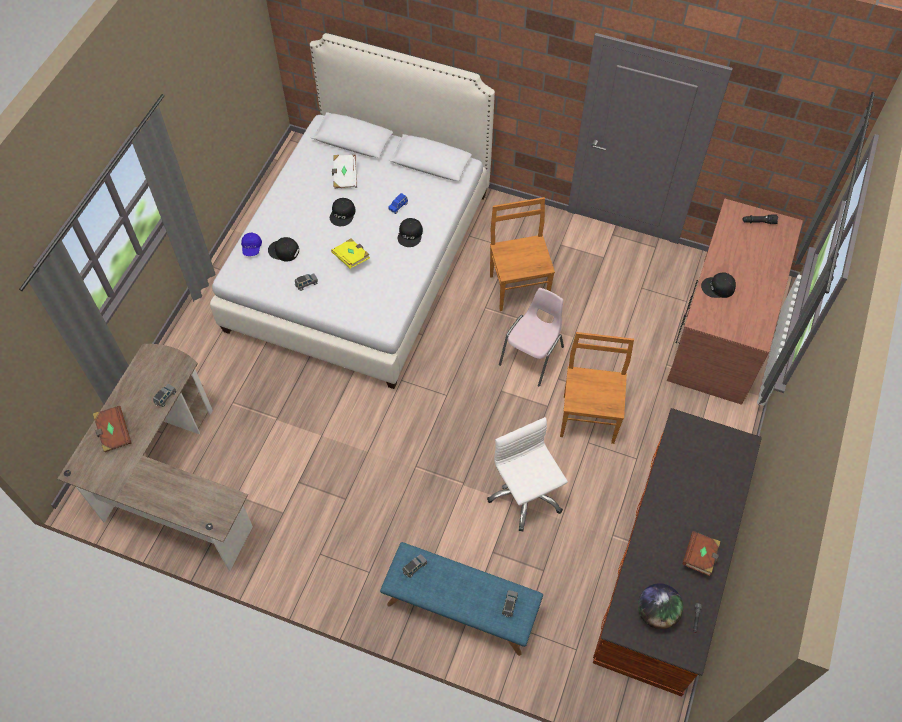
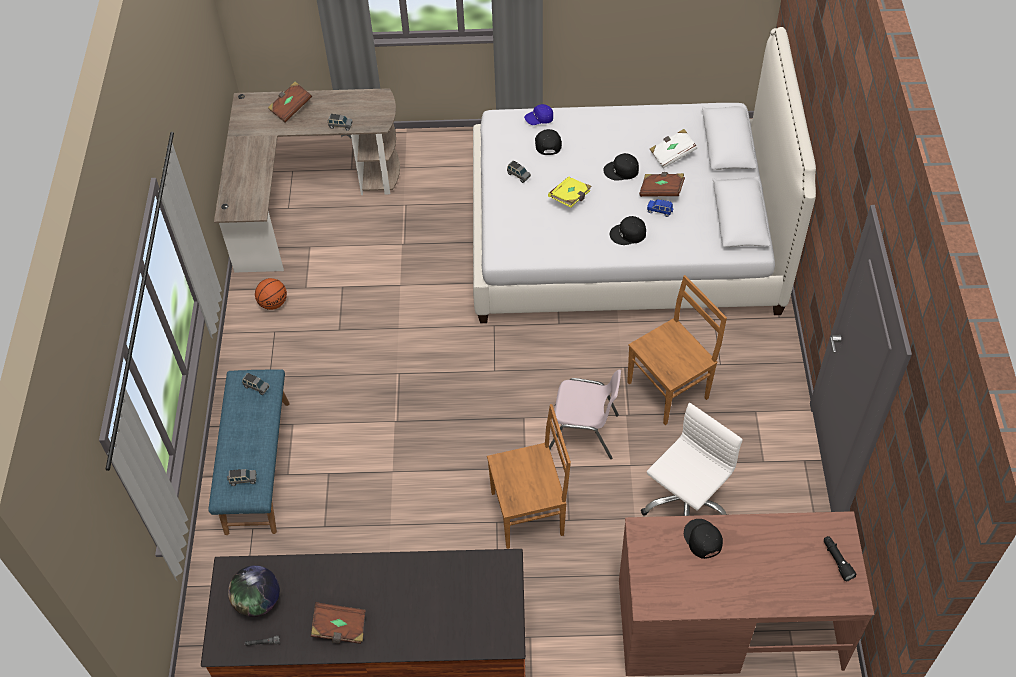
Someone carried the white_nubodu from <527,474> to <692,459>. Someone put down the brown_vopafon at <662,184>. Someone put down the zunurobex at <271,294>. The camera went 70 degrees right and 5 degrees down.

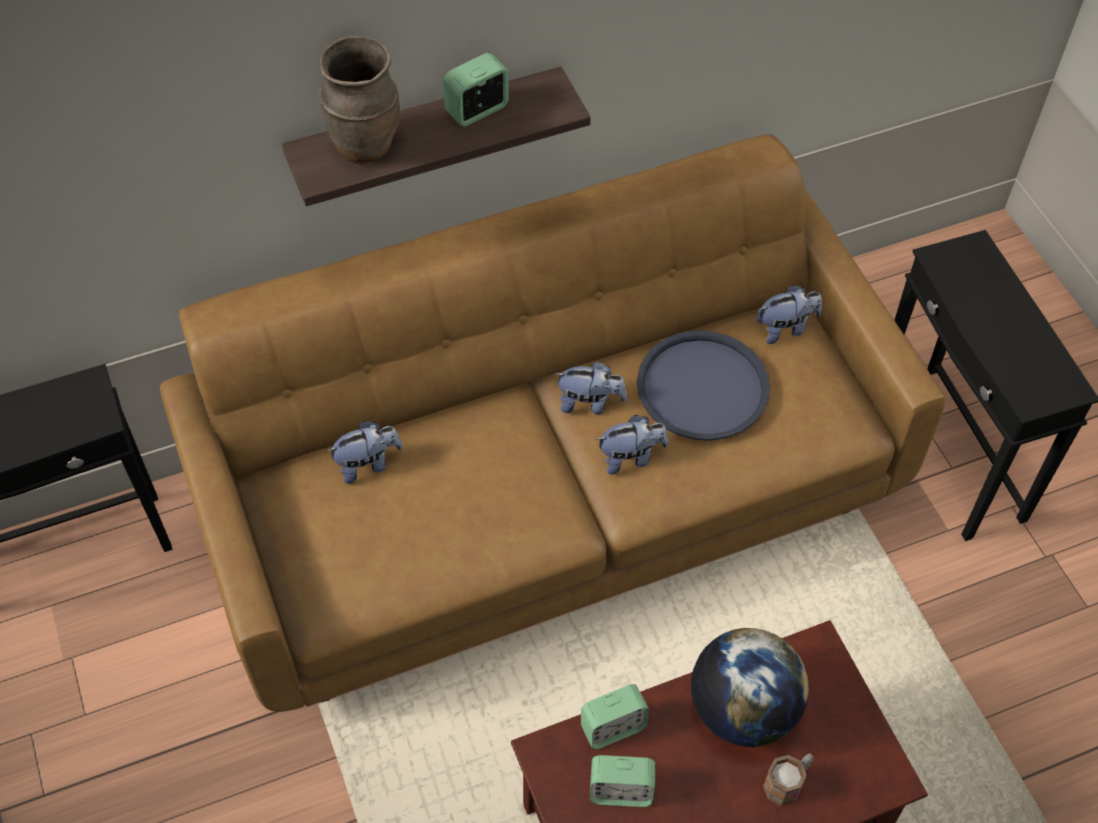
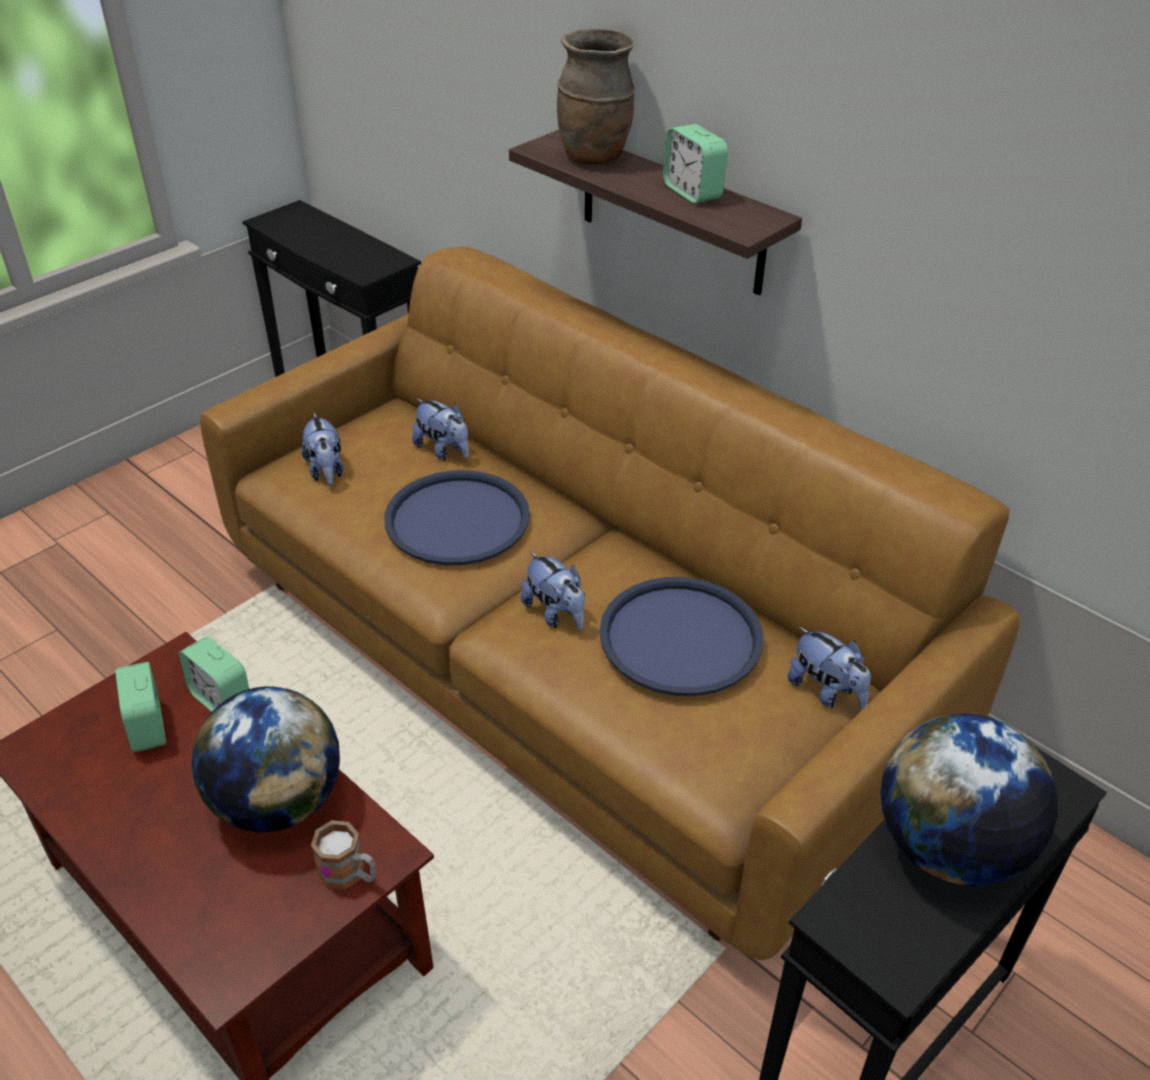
Someone rotated the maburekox at <476,89> by 150 degrees counterclockwise. Someone carried the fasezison from <591,387> to <322,449>. Someone carried the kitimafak from <788,779> to <343,855>. Someone put down the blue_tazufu at <457,517>. Someone put down the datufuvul at <969,800>. The camera went 65 degrees right and 15 degrees down.

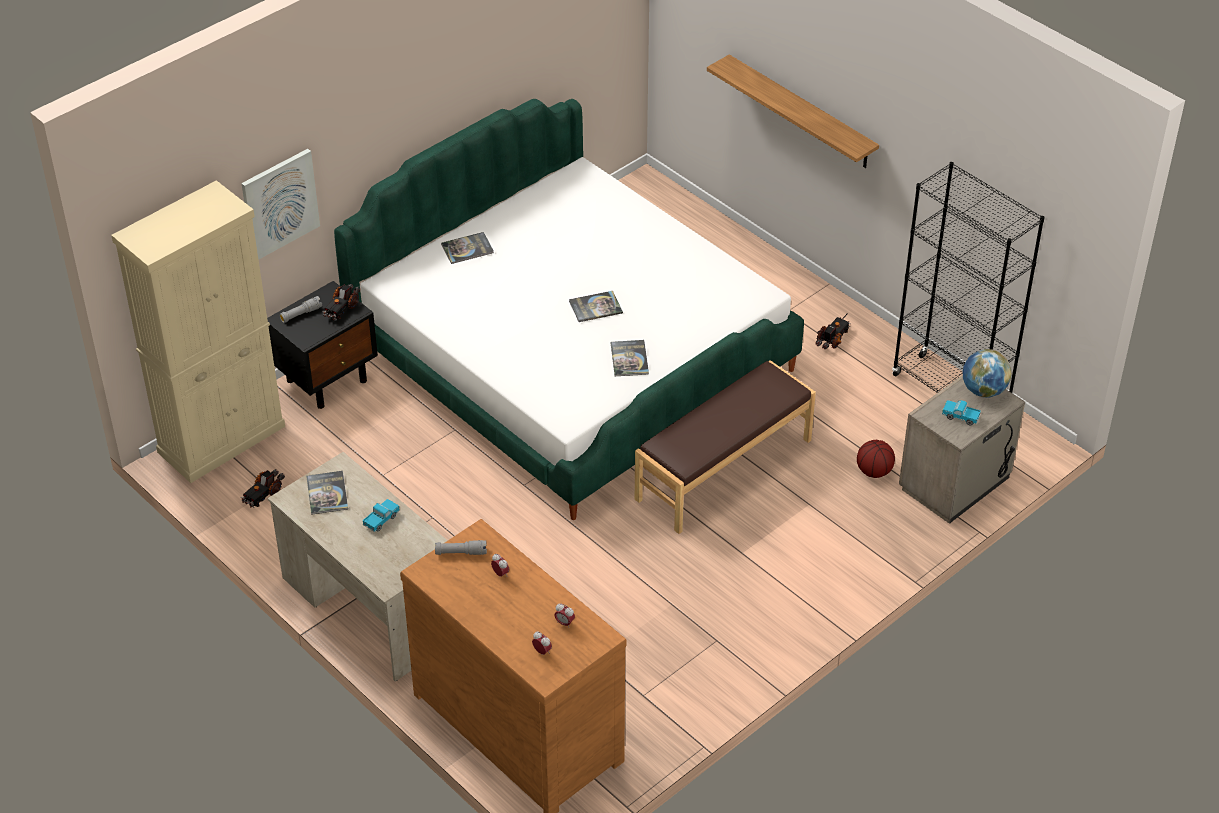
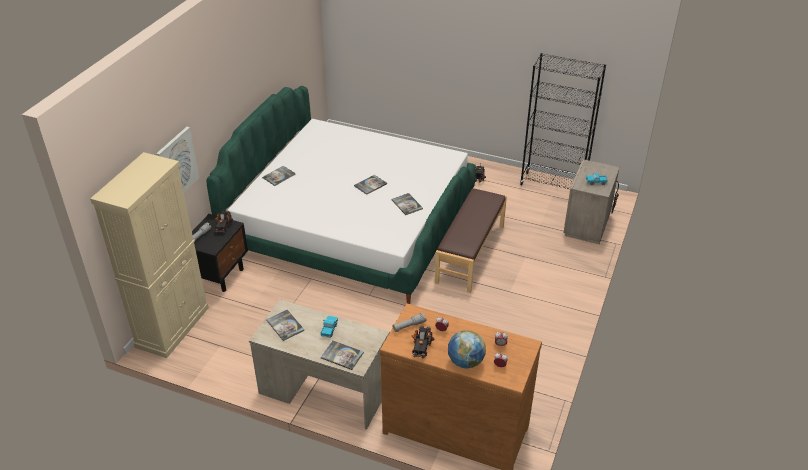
Someone took away the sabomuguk at <793,111>. Someone carried the datufuvul from <987,373> to <467,349>. Someone took away the zunurobex at <876,459>. Someone carried the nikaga from <263,488> to <423,342>. Someone put down the vopafon at <342,355>. The camera went 25 degrees left and 5 degrees down.

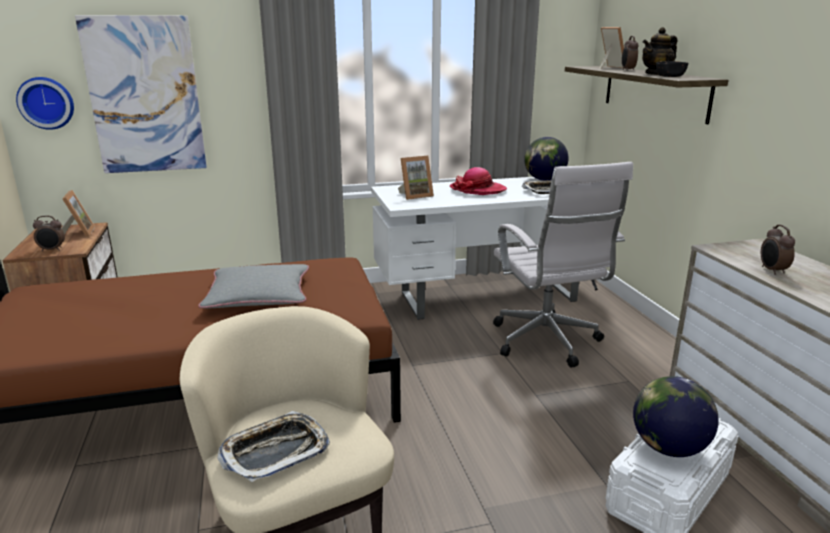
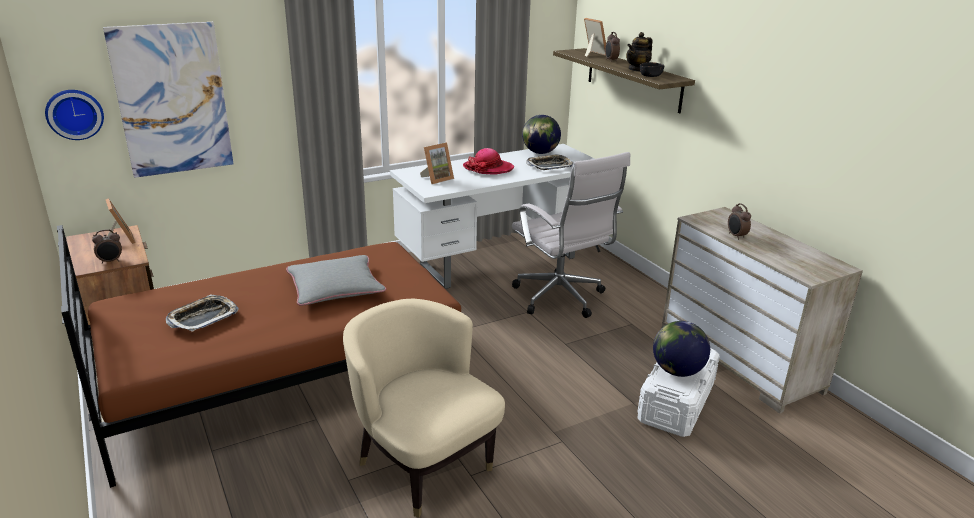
Someone carried the tazufu from <273,446> to <202,313>. The camera went 15 degrees left and 5 degrees up.

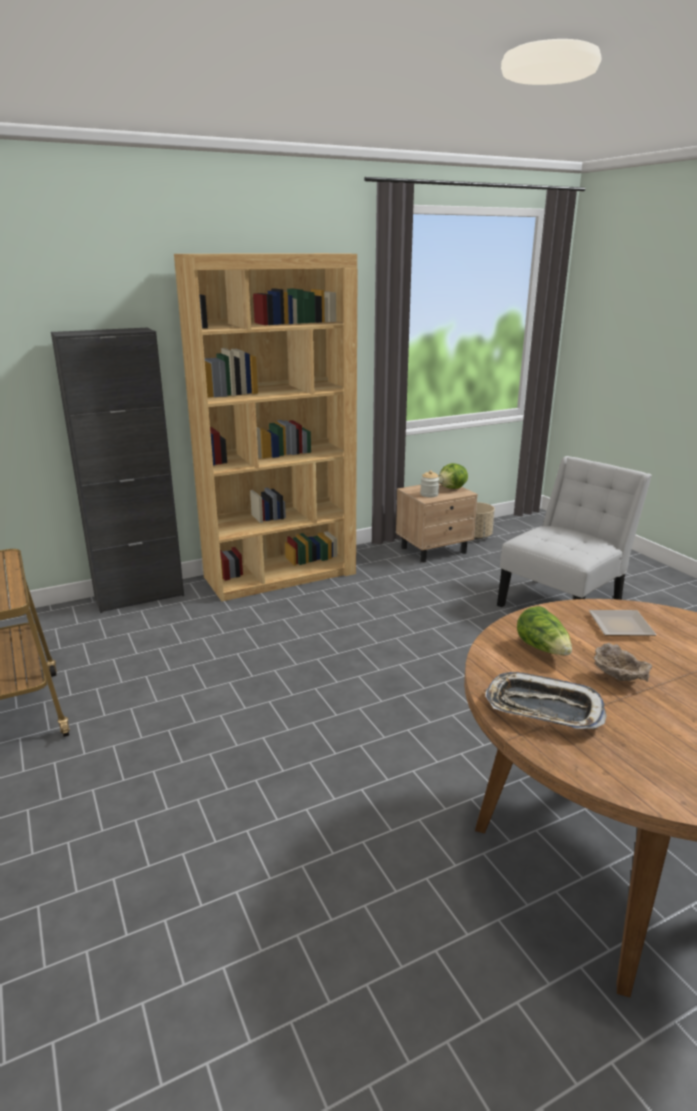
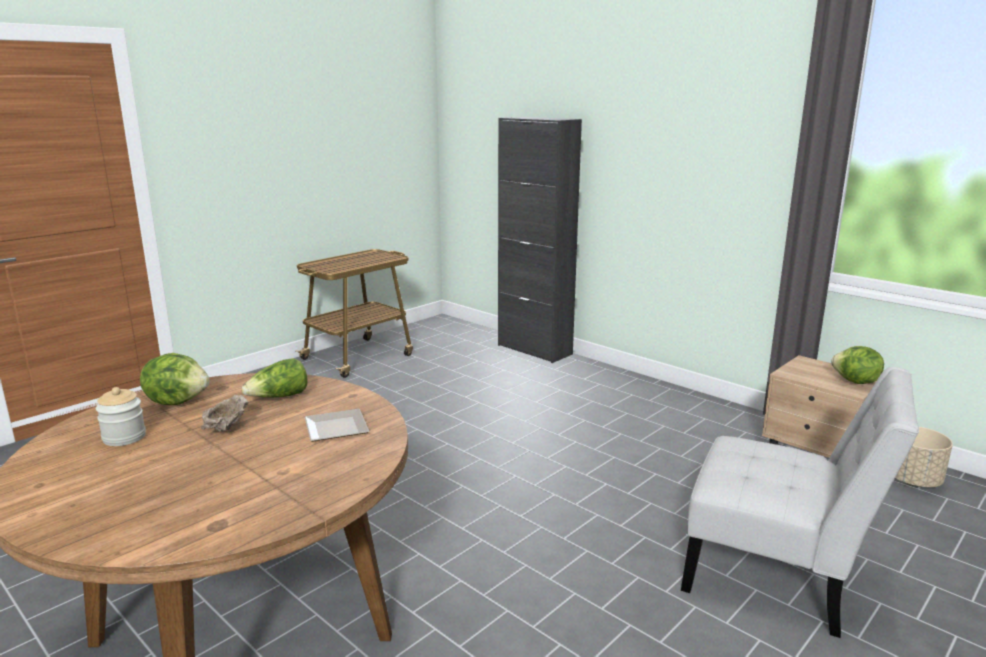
Someone took away the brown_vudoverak at <266,427>. Someone carried the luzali from <430,484> to <121,416>. Someone swapped the tazufu at <546,700> for the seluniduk at <174,379>. The camera went 70 degrees right and 5 degrees down.

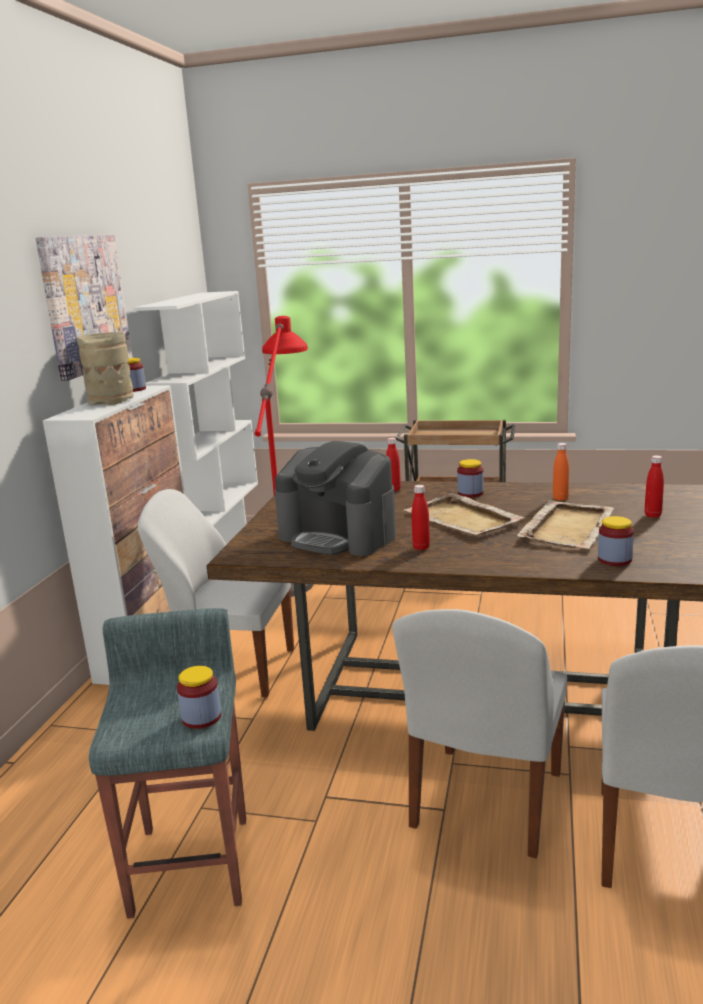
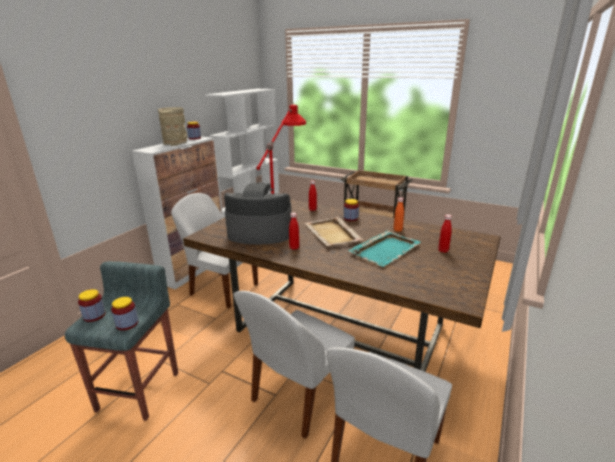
Someone took away the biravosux at <84,307>. Someone rotated the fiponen at <335,498> by 135 degrees clockwise. Someone repainted the beige_tazufu at <565,524>, which became the turquoise_tazufu at <384,249>. Someone carried the luzali from <616,541> to <92,305>. The camera went 15 degrees right and 5 degrees up.

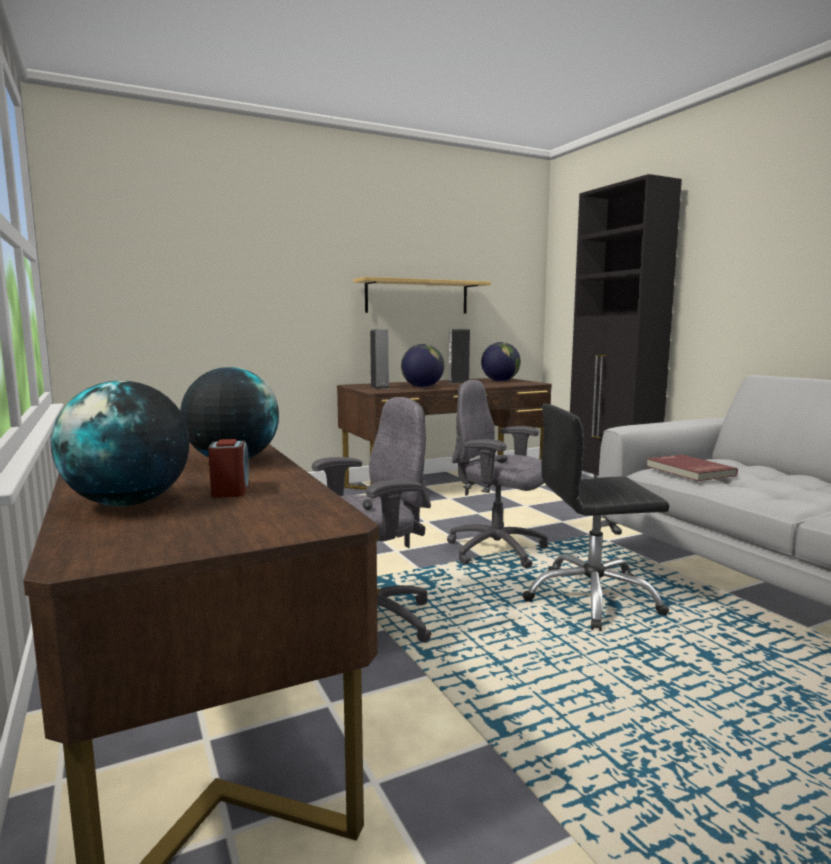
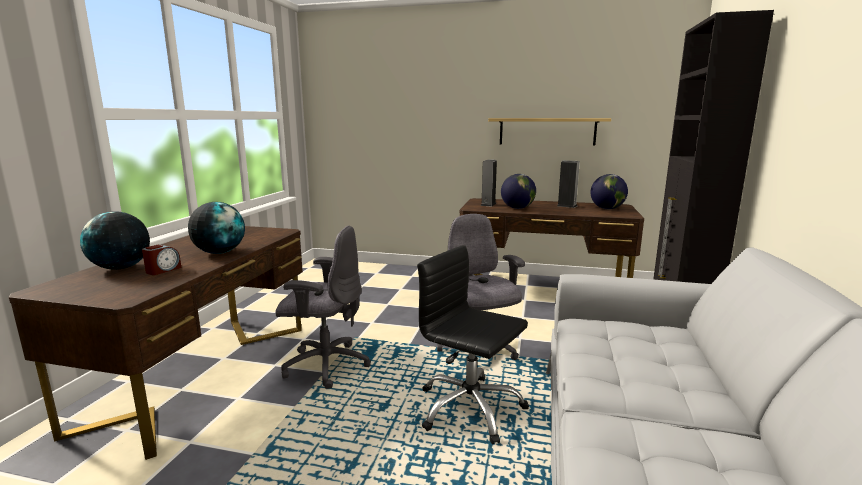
Someone took away the red_vopafon at <692,468>. The camera went 40 degrees right and 5 degrees up.

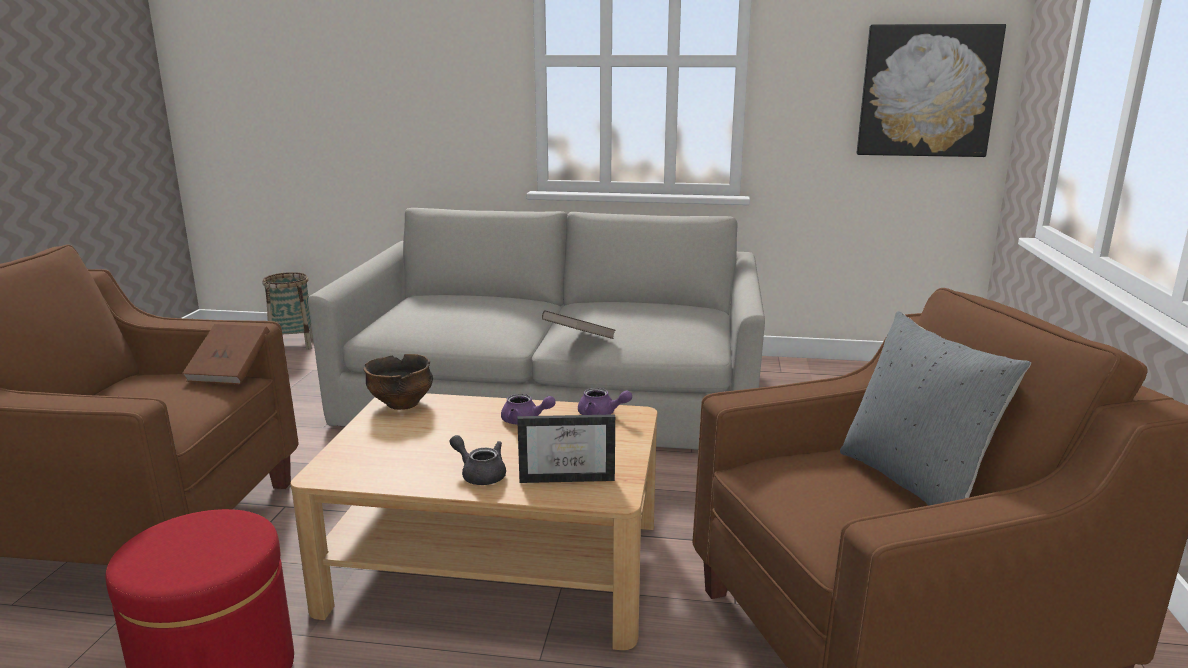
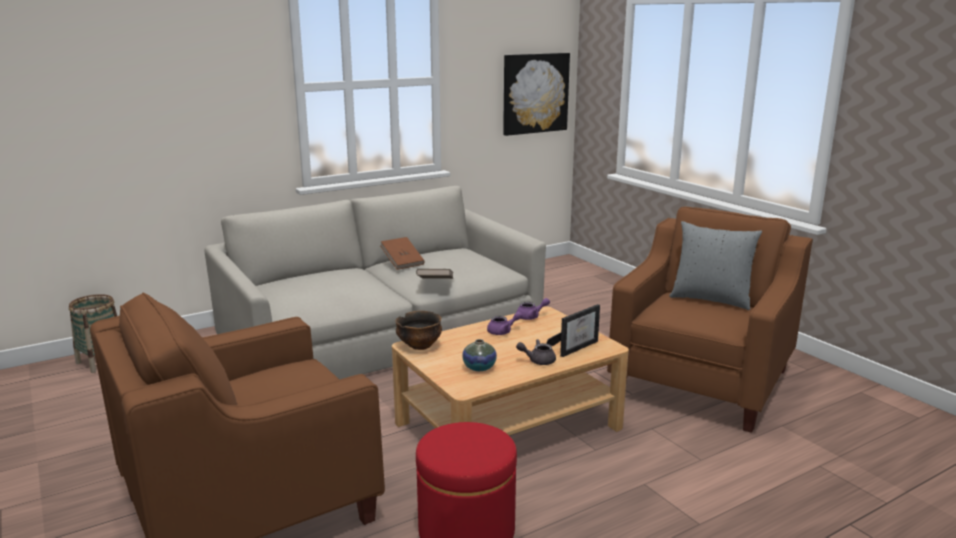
Someone carried the brown_vopafon from <226,354> to <402,253>. Someone put down the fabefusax at <479,355>. The camera went 40 degrees left and 0 degrees up.

